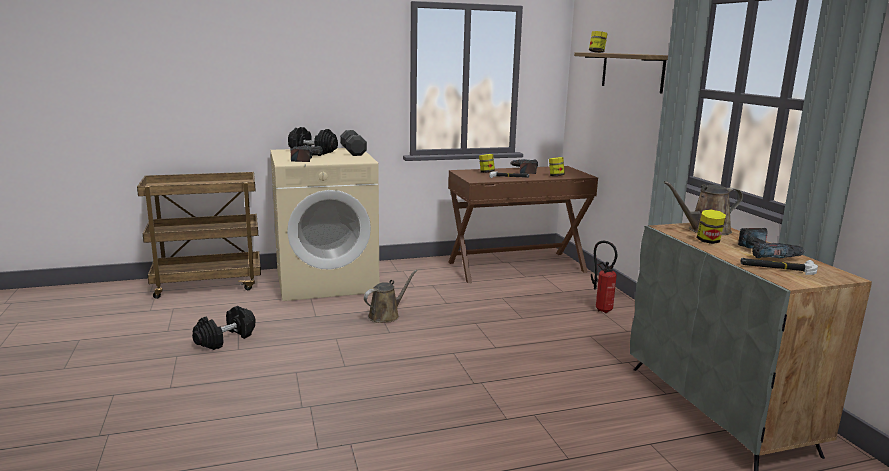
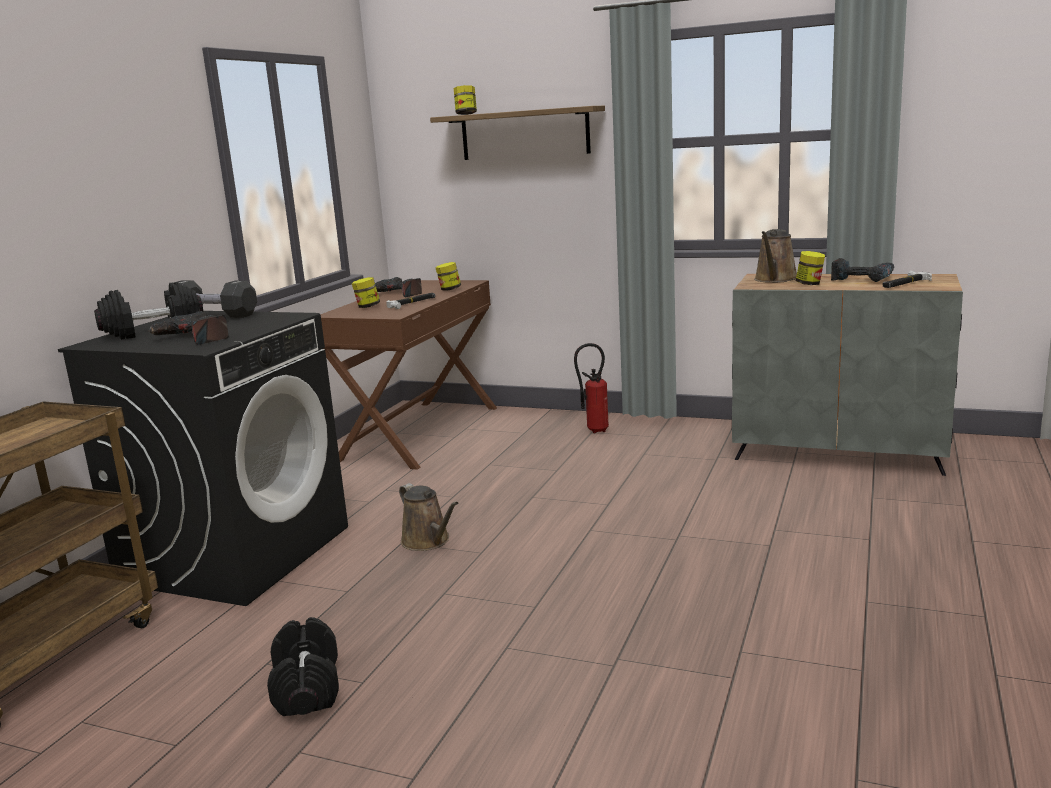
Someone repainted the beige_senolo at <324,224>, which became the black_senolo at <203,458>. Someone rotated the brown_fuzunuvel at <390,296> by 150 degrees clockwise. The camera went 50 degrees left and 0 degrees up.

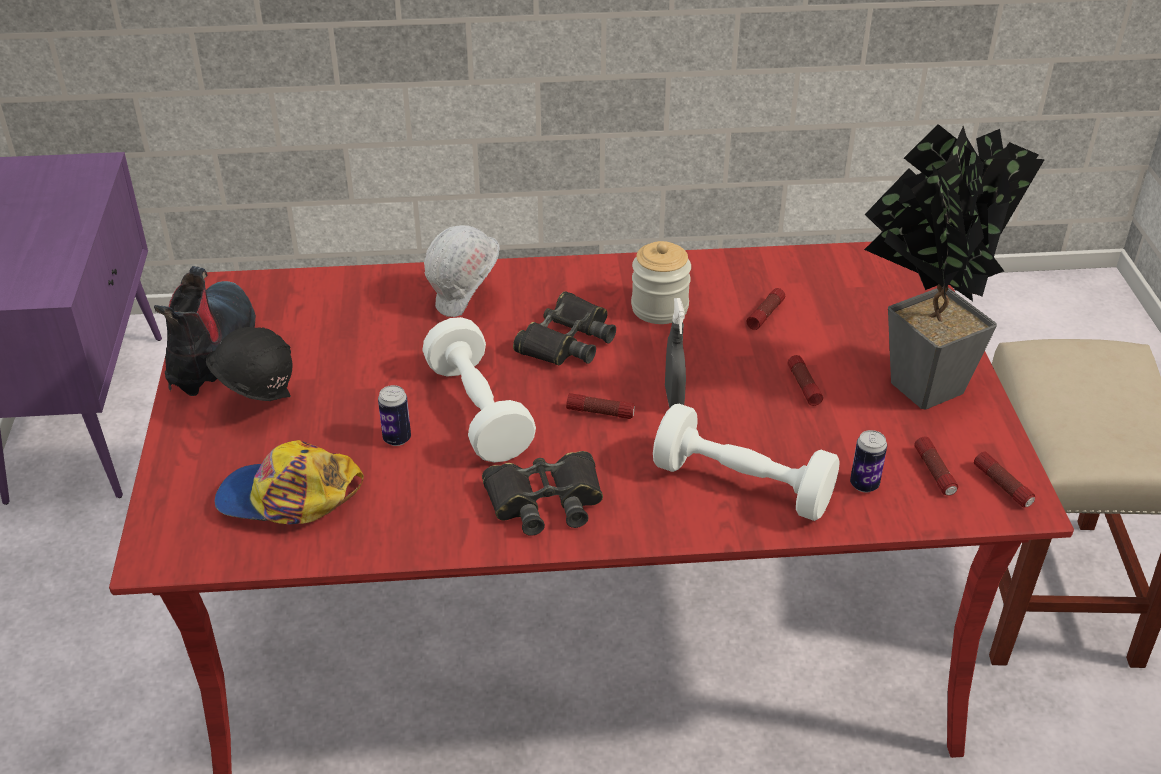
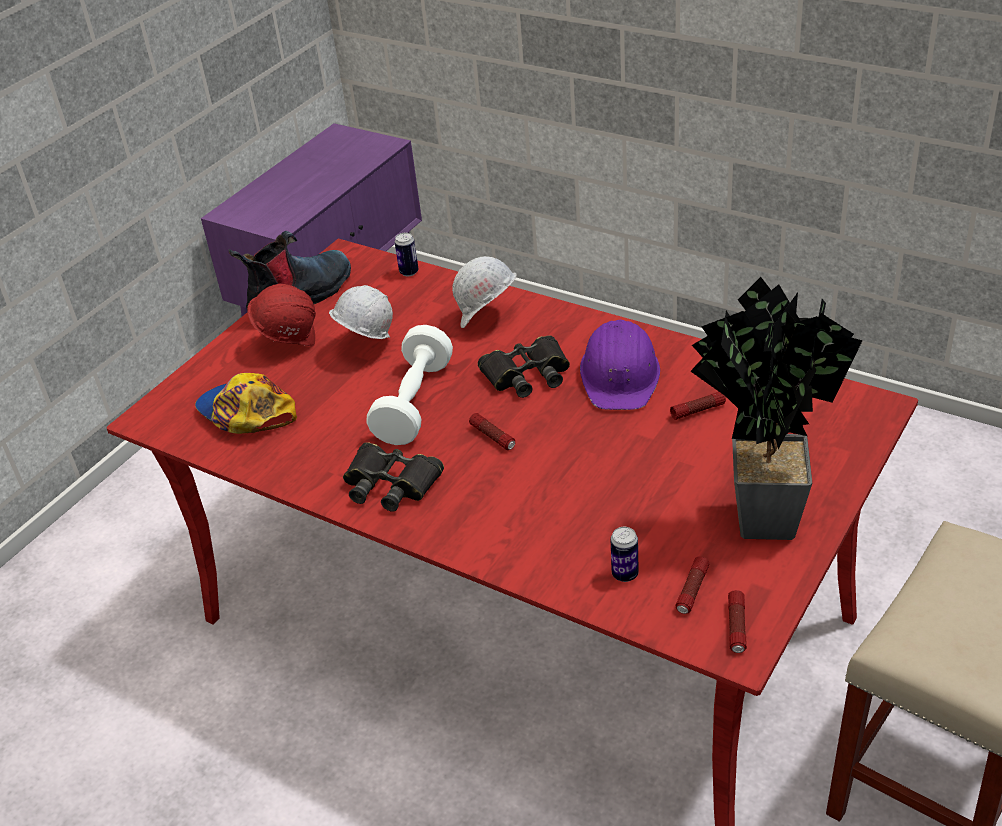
Someone swapped the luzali at <661,282> for the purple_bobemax at <620,365>. Someone took away the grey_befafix at <675,353>. Someone repainted the black_bobemax at <249,364>, which became the red_bobemax at <281,315>. Someone took away the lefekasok at <805,380>. Someone carried the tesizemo from <394,415> to <407,254>. Someone took away the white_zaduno at <746,462>. Someone put down the white_bobemax at <361,312>. The camera went 40 degrees right and 0 degrees up.

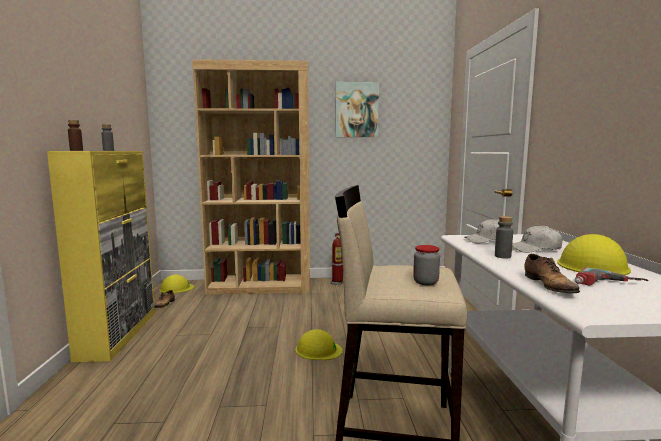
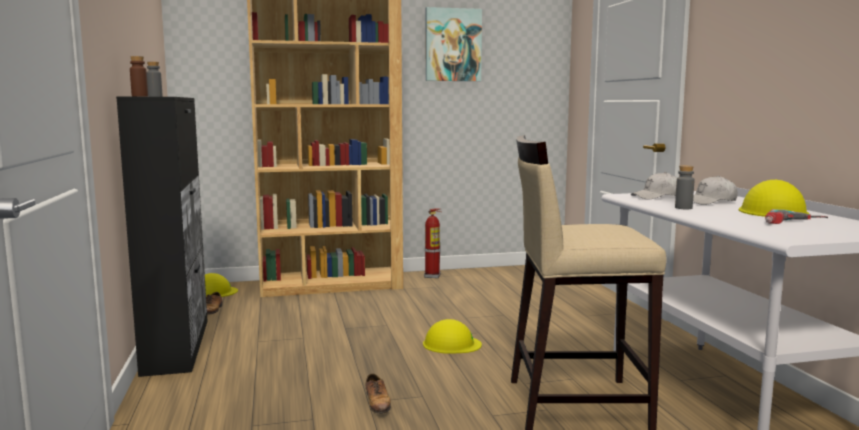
Someone repainted the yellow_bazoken at <101,256>, which became the black_bazoken at <162,237>. Someone took away the luzali at <426,265>. Someone carried the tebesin from <552,273> to <378,394>. The camera went 10 degrees left and 0 degrees up.

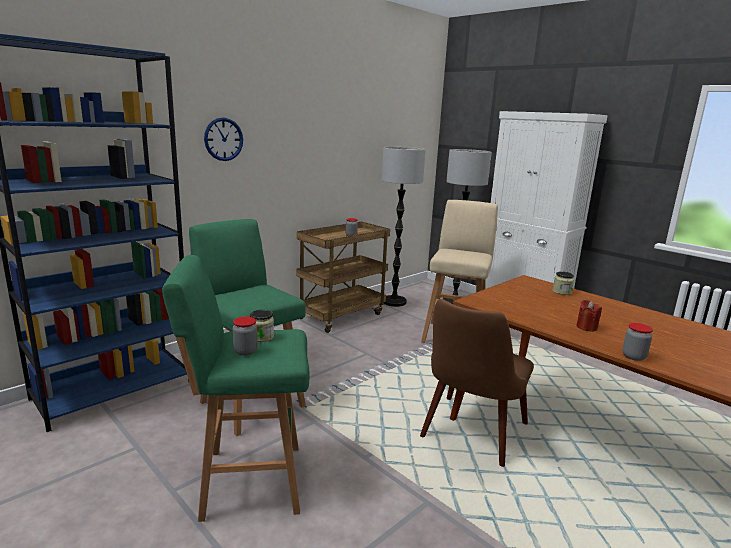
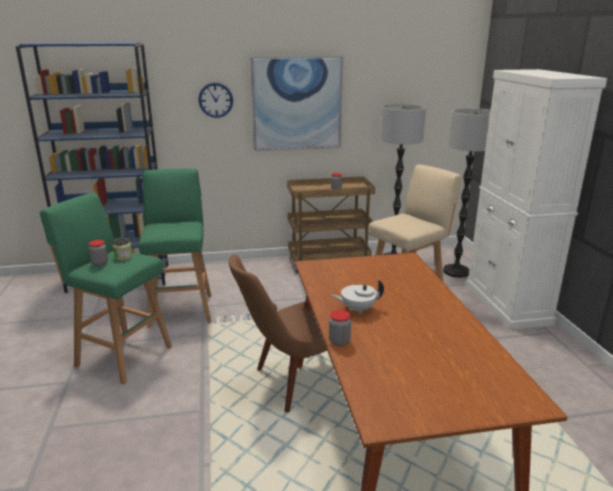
Someone took away the luzali at <563,283>. Someone swapped the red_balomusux at <589,316> for the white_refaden at <358,296>. Someone put up the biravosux at <296,103>. The camera went 35 degrees right and 5 degrees up.

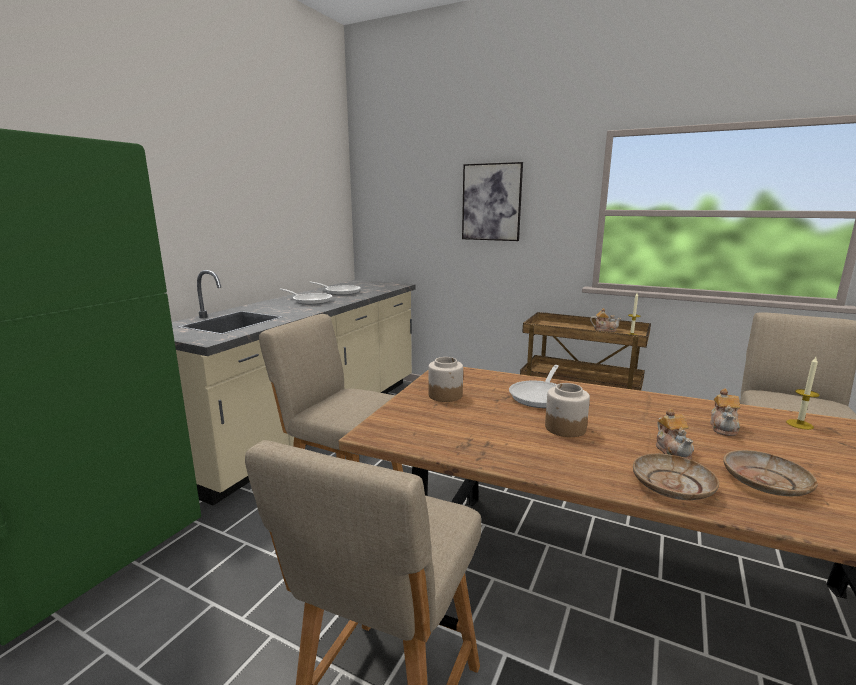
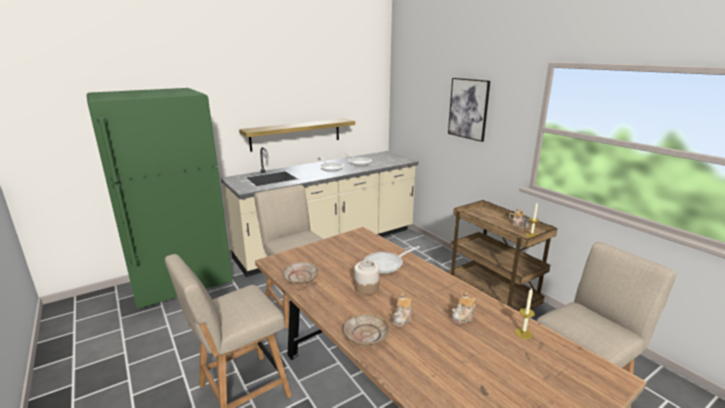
Someone took away the luzali at <445,379>. Someone carried the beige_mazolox from <770,473> to <300,273>. Someone put up the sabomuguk at <297,135>. The camera went 30 degrees right and 5 degrees up.

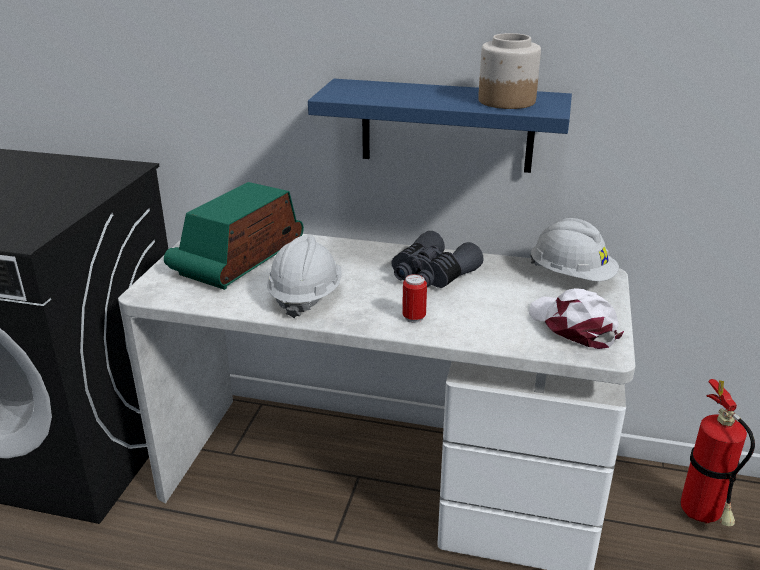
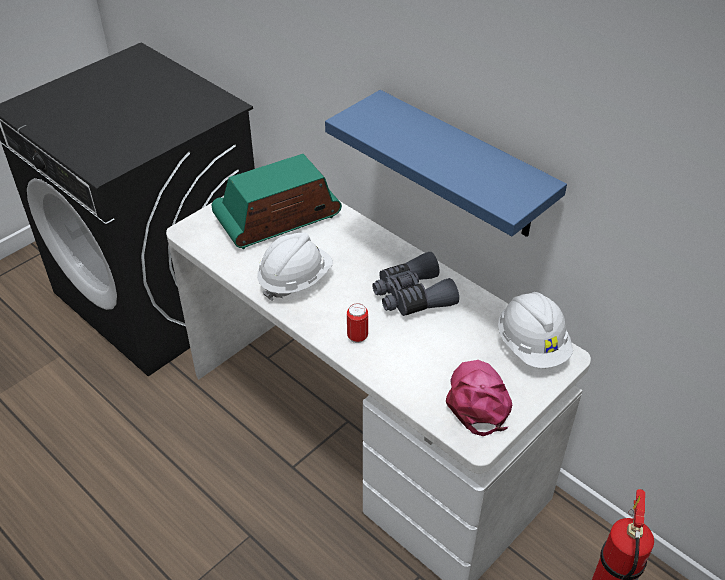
Someone took away the luzali at <509,71>. Someone repainted the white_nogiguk at <576,318>, which became the pink_nogiguk at <479,398>. The camera went 30 degrees right and 15 degrees up.

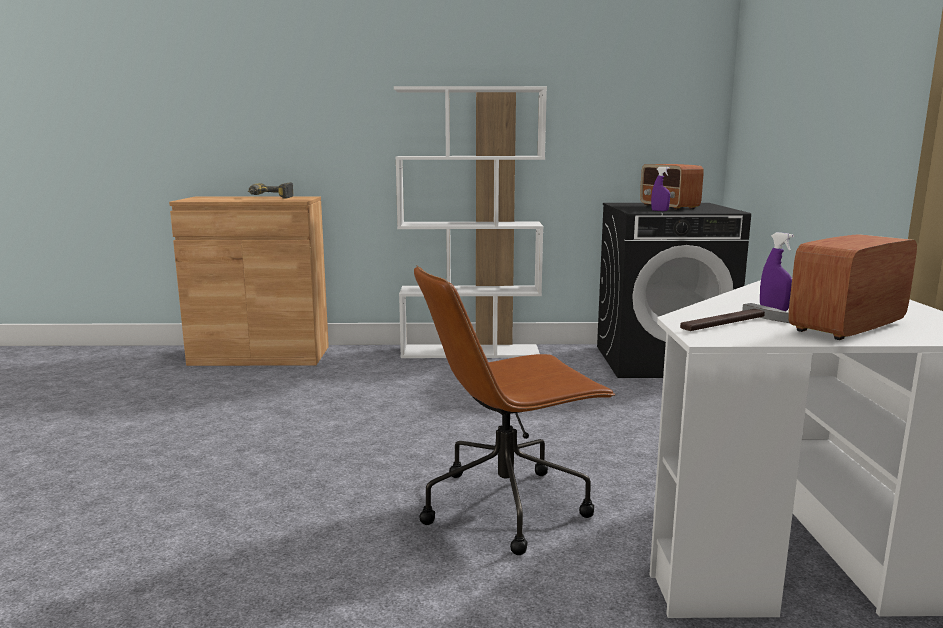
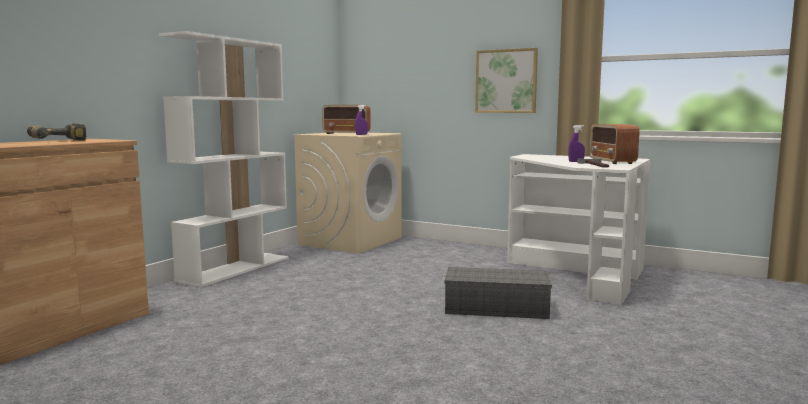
Someone repainted the black_senolo at <674,290>, which became the beige_senolo at <347,193>. Someone swapped the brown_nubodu at <515,410> for the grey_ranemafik at <498,293>. Someone put up the biravosux at <506,80>. The camera went 60 degrees left and 5 degrees down.

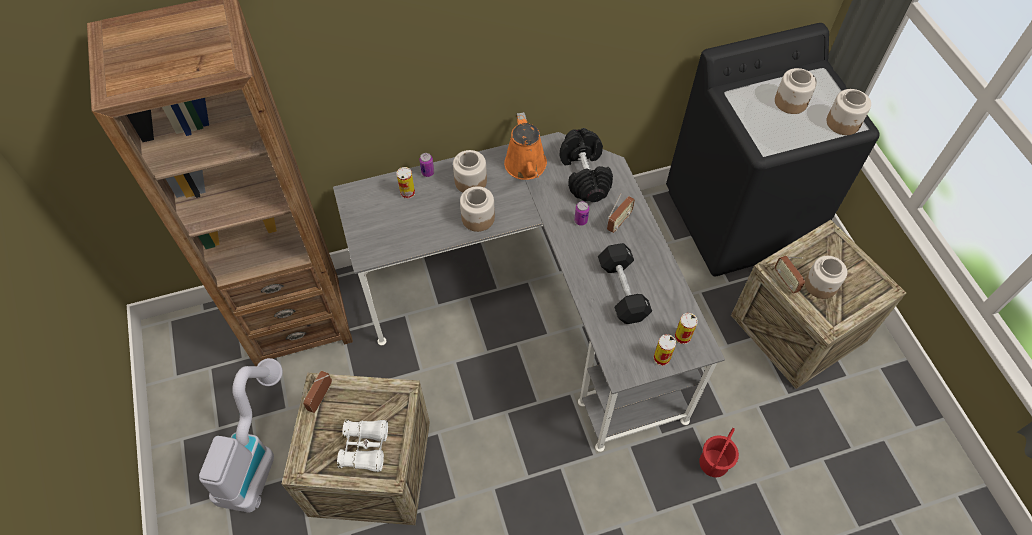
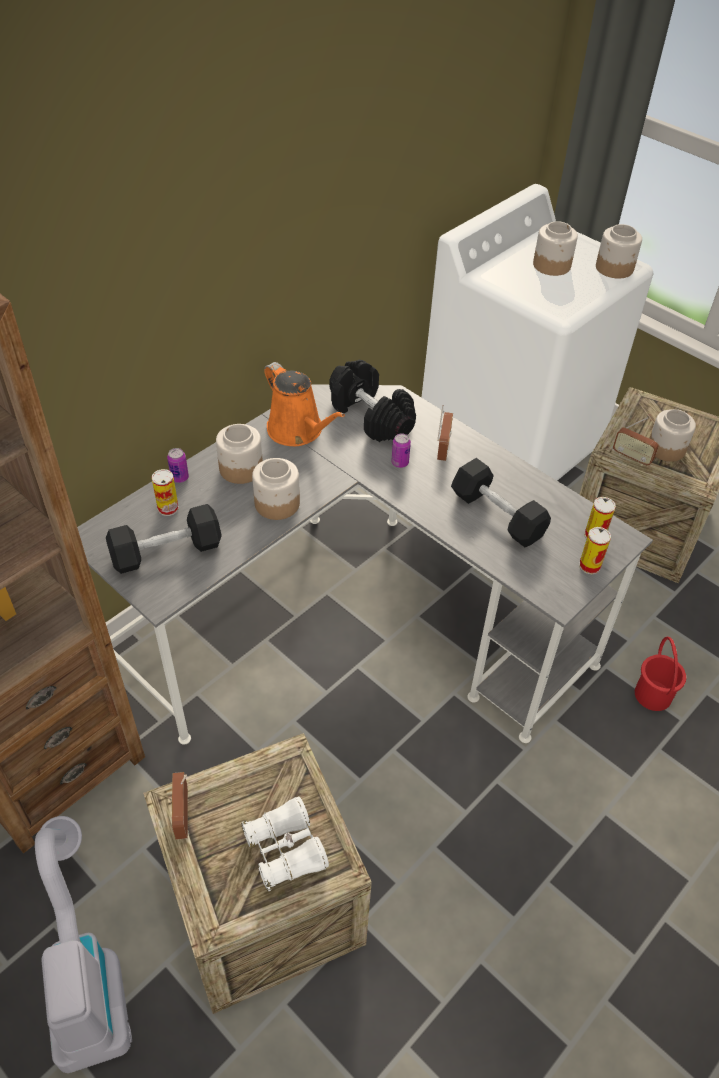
Someone repainted the black_senolo at <773,149>, which became the white_senolo at <538,332>. Someone put down the black_zaduno at <164,539>. The camera went 30 degrees left and 10 degrees down.

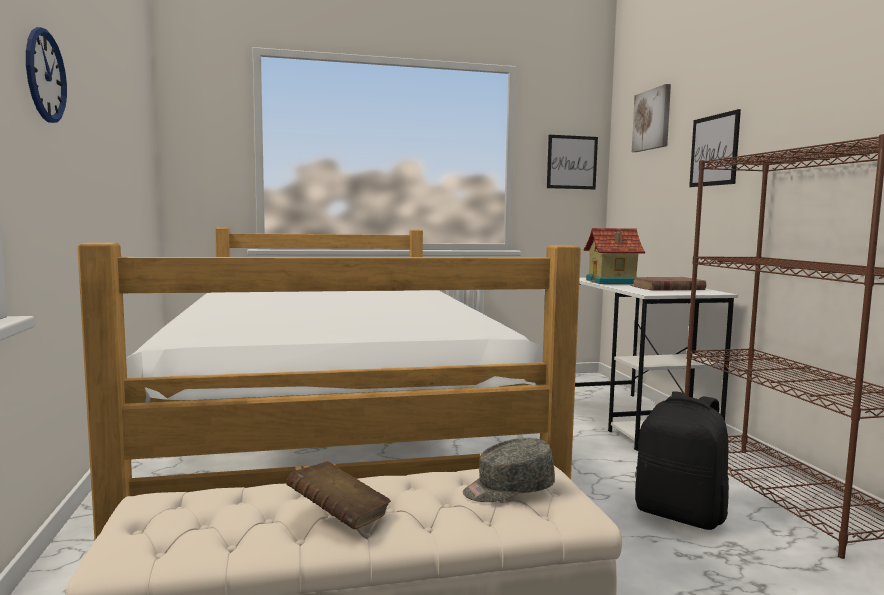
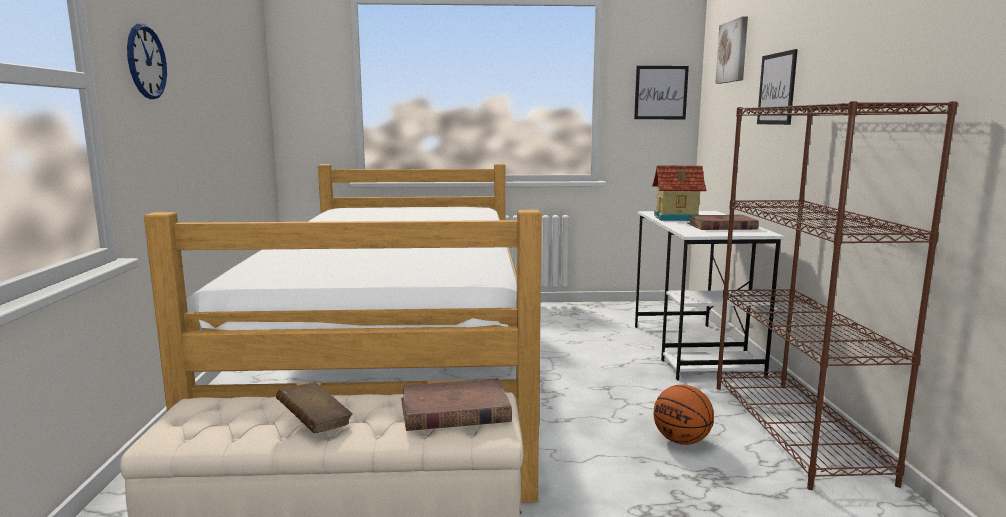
Someone swapped the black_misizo at <682,460> for the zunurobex at <684,415>. Someone swapped the grey_nogiguk at <509,470> for the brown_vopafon at <456,404>. The camera went 10 degrees right and 5 degrees up.

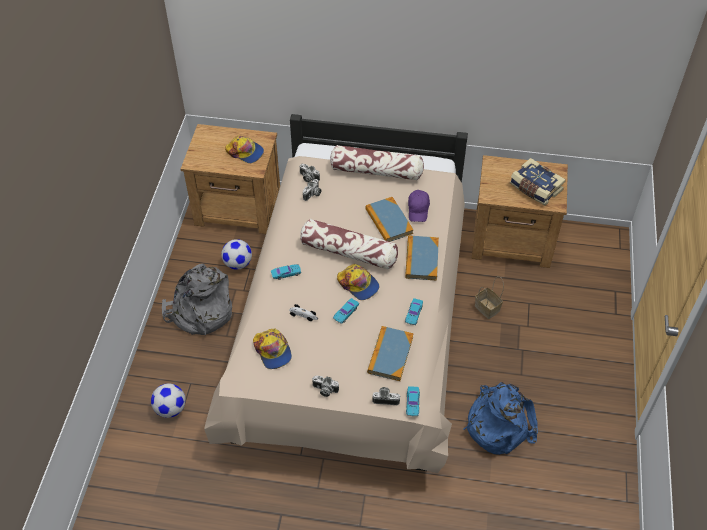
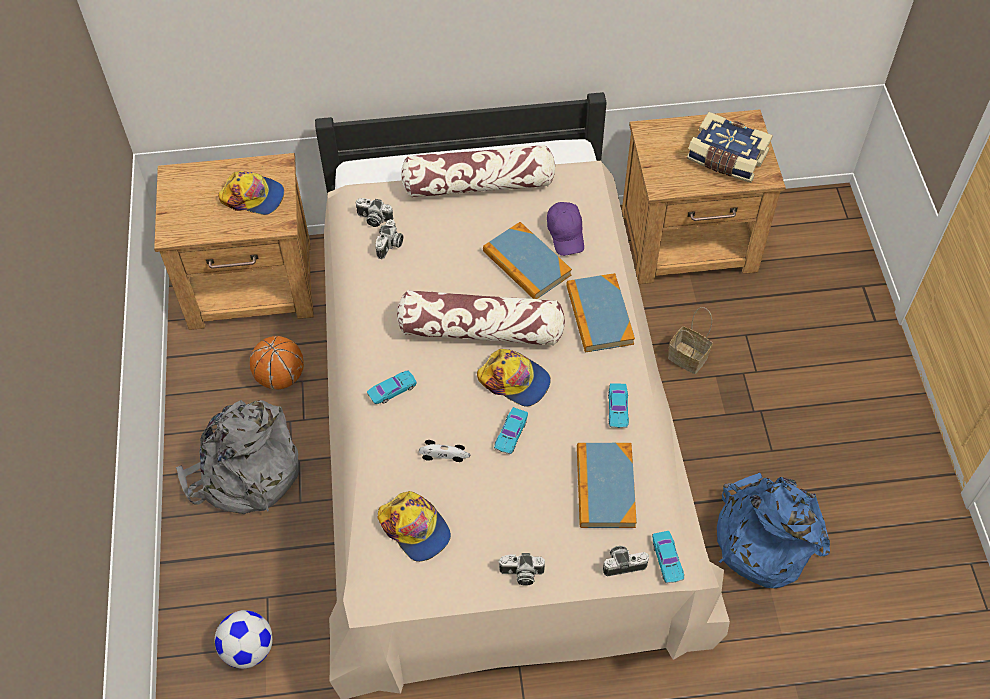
Someone swapped the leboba at <236,254> for the zunurobex at <277,363>. The camera went 15 degrees left and 5 degrees up.

